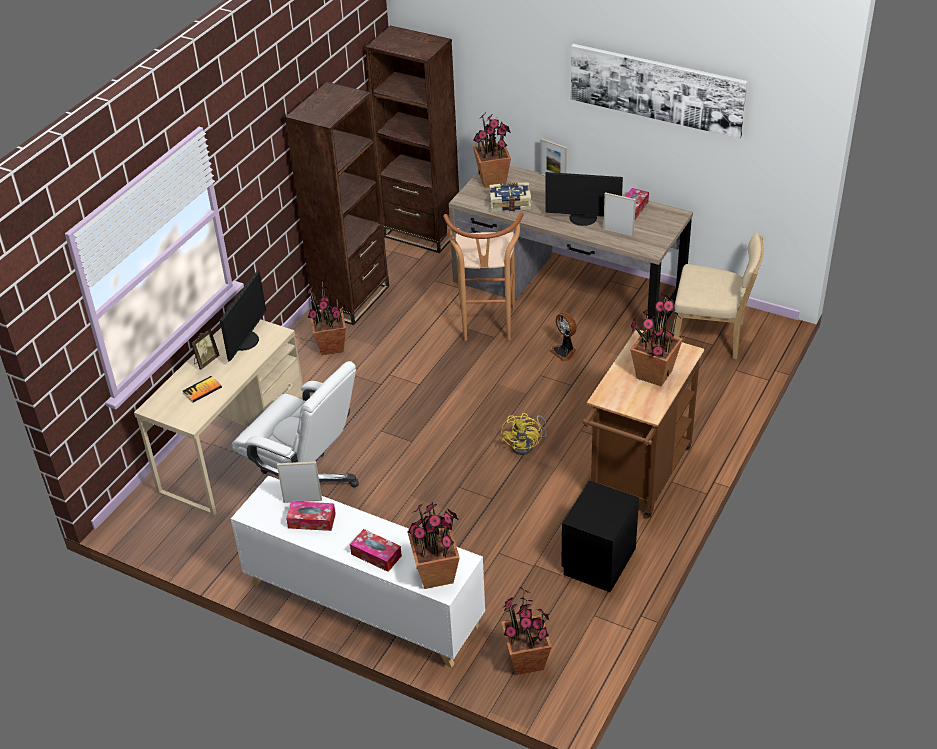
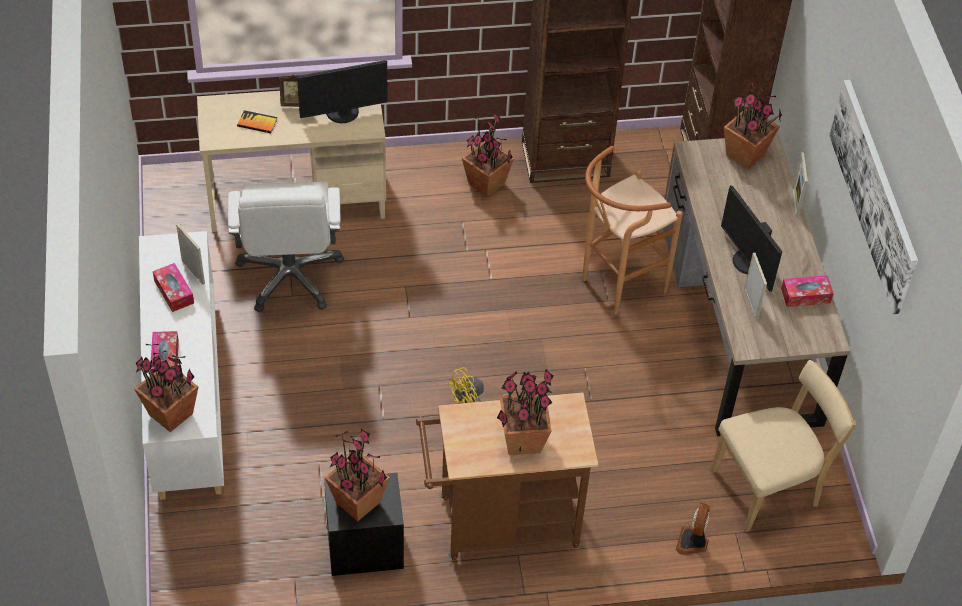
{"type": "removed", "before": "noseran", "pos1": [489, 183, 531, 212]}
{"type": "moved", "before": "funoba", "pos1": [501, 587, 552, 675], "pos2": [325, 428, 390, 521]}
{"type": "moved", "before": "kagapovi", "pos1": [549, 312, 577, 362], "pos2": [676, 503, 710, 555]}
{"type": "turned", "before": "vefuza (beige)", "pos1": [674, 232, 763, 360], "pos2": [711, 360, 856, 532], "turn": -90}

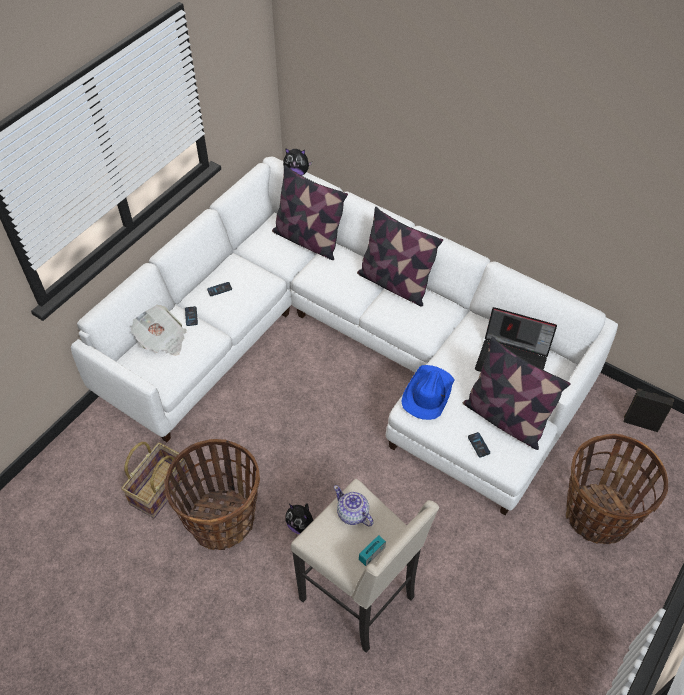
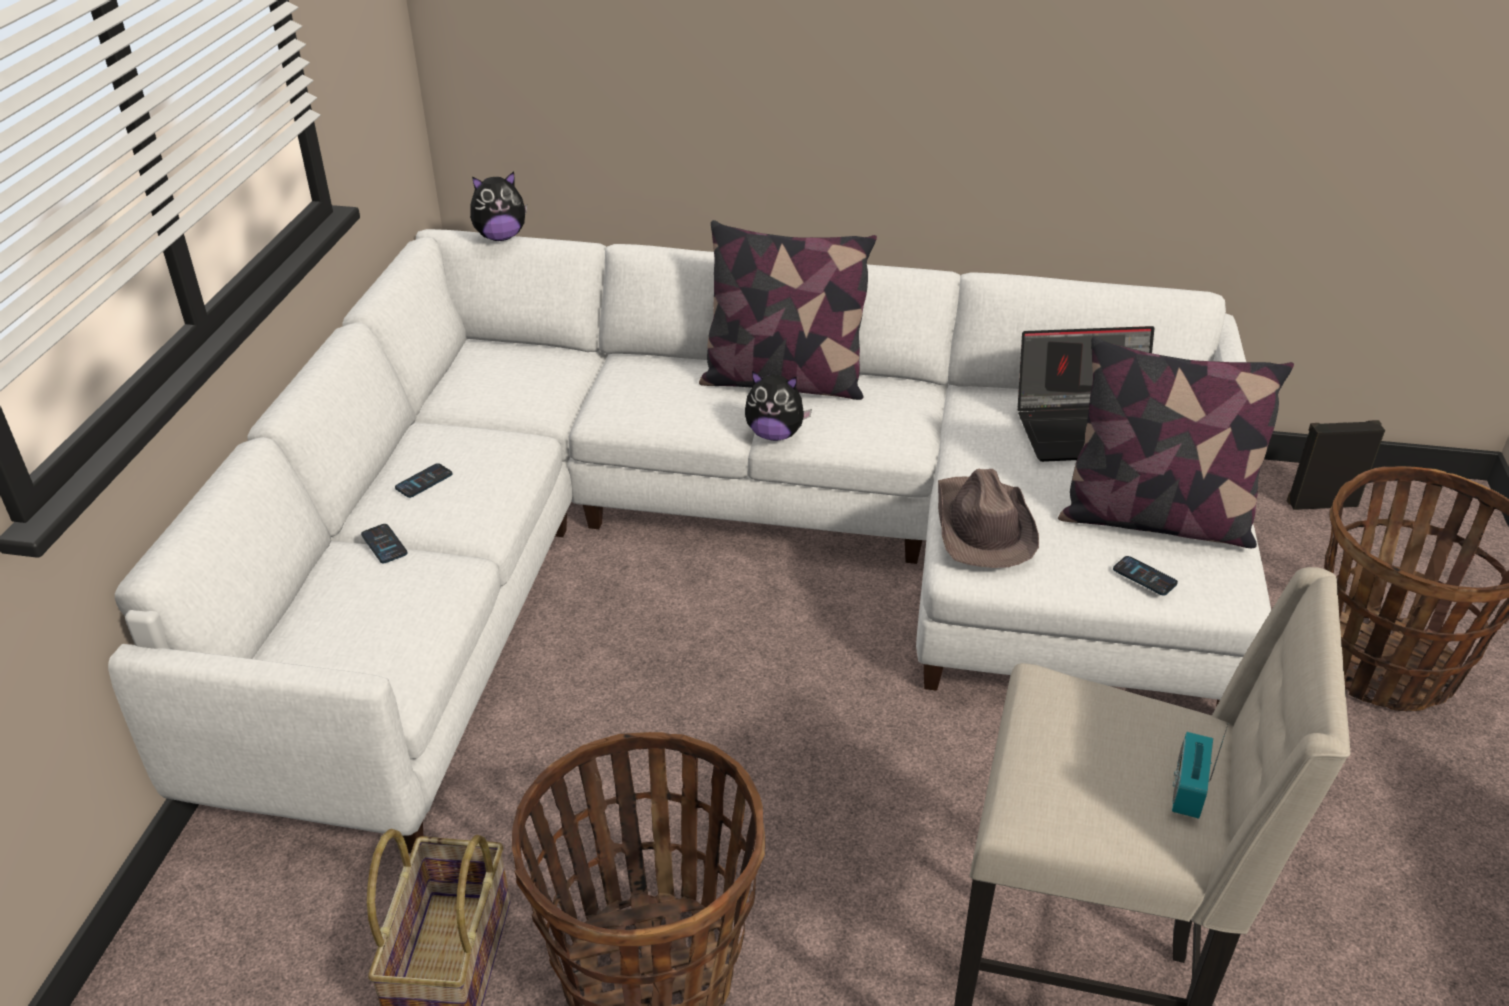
{"type": "removed", "before": "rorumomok", "pos1": [131, 305, 186, 356]}
{"type": "removed", "before": "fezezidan", "pos1": [272, 165, 348, 260]}
{"type": "moved", "before": "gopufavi", "pos1": [285, 504, 313, 534], "pos2": [745, 371, 812, 441]}
{"type": "removed", "before": "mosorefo", "pos1": [334, 485, 373, 527]}
{"type": "recoloured", "before": "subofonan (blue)", "after": "subofonan (brown)", "pos1": [401, 365, 455, 420], "pos2": [938, 468, 1039, 568]}

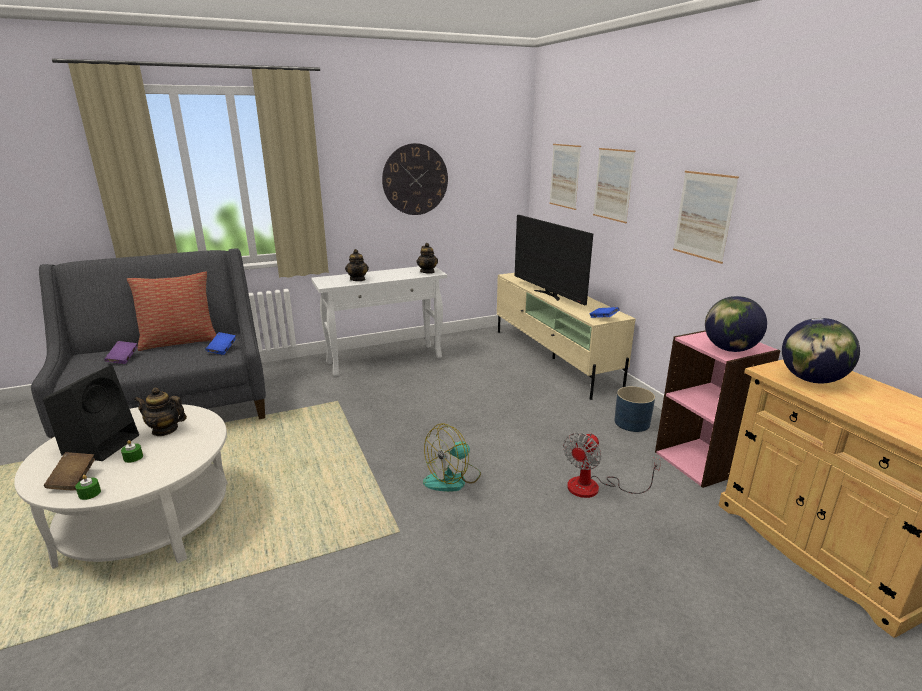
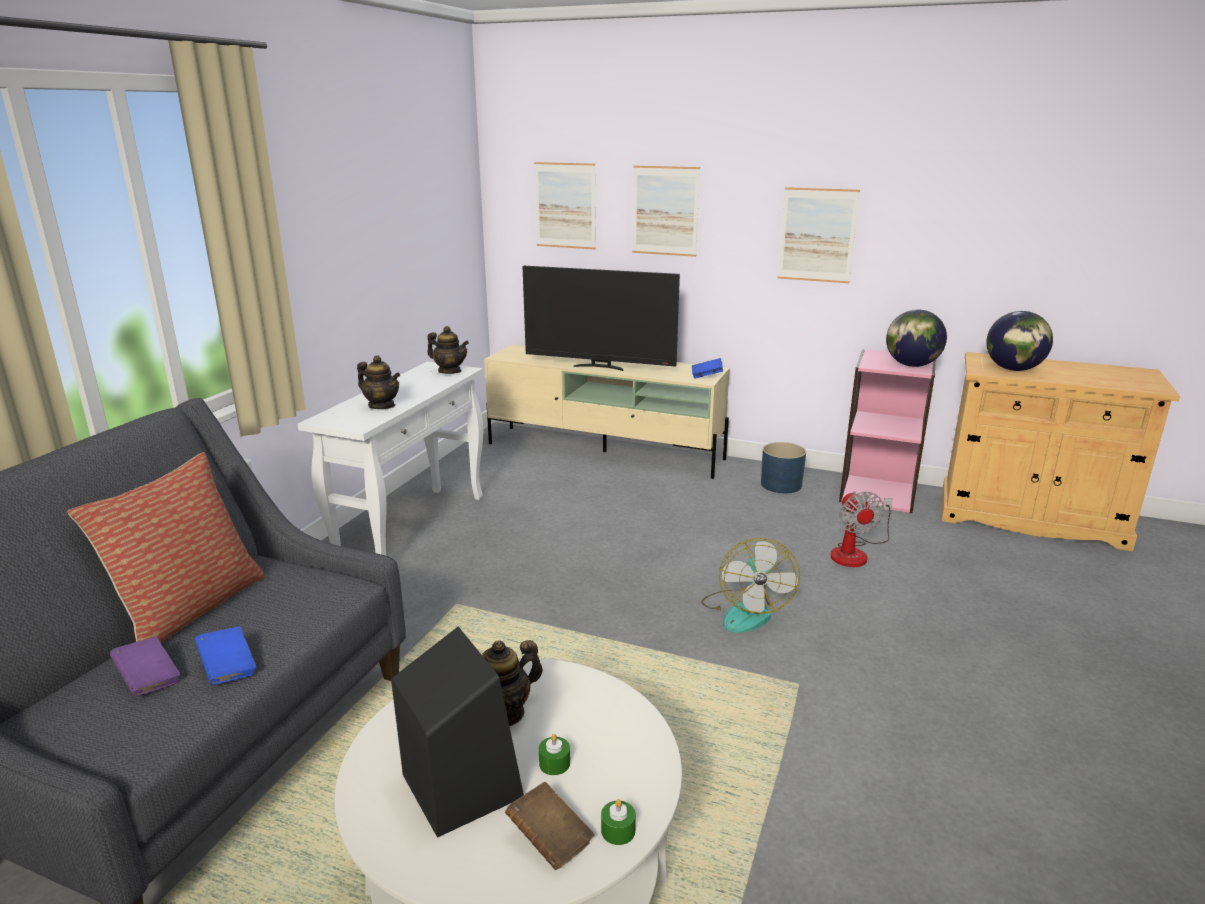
{"type": "moved", "before": "noseran (blue)", "pos1": [206, 332, 236, 355], "pos2": [195, 626, 256, 685]}
{"type": "removed", "before": "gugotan", "pos1": [382, 143, 448, 215]}

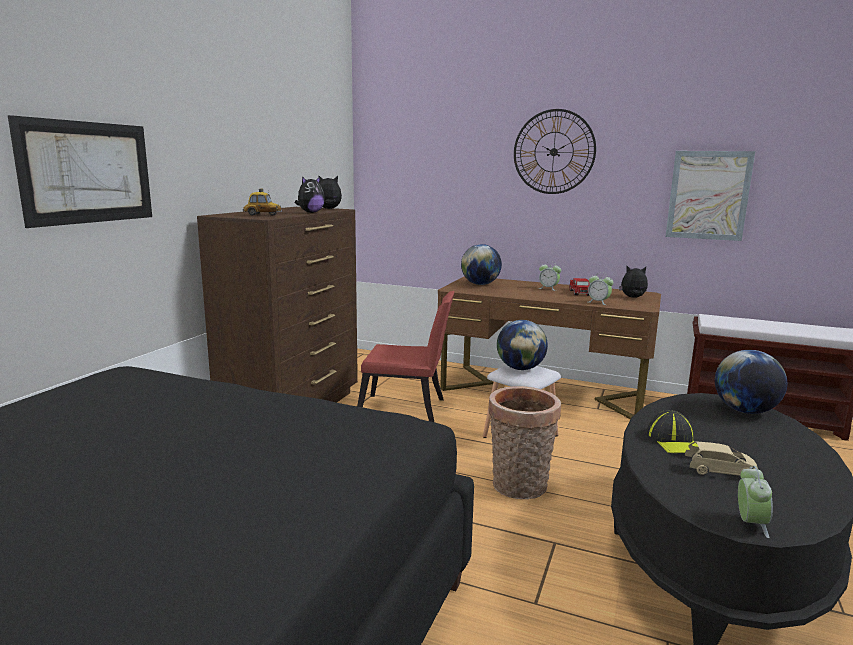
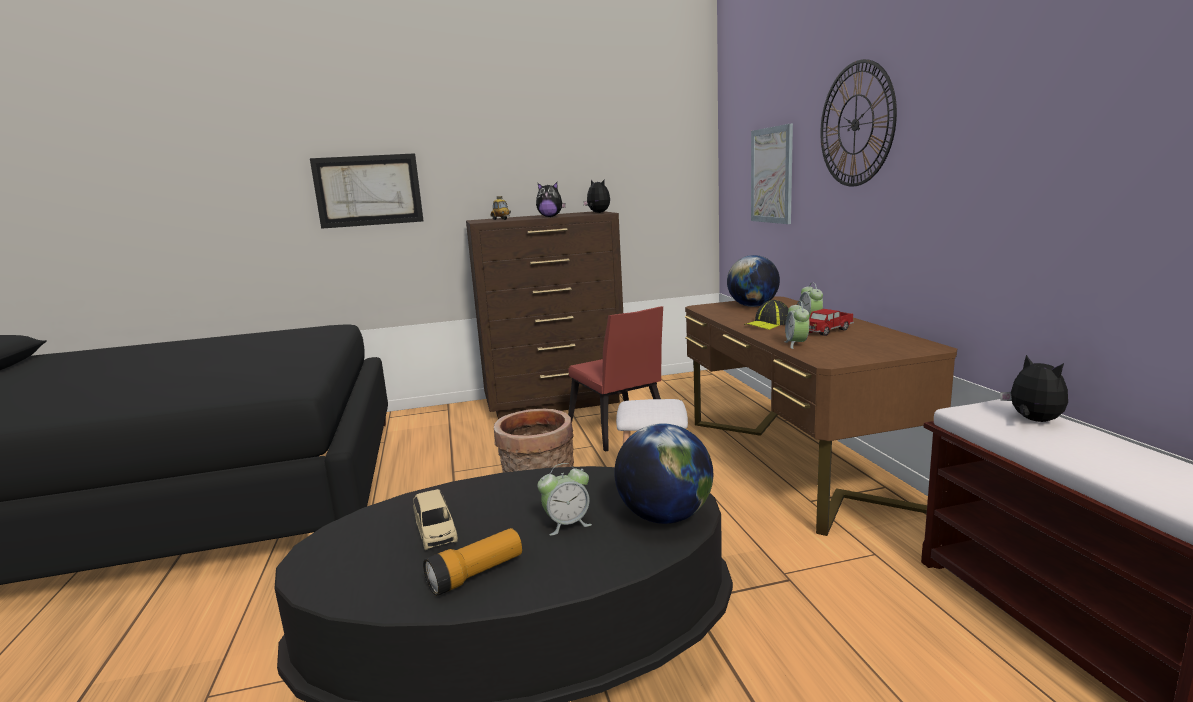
{"type": "removed", "before": "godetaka", "pos1": [497, 320, 548, 370]}
{"type": "moved", "before": "gopufavi", "pos1": [619, 266, 648, 298], "pos2": [1000, 355, 1068, 422]}
{"type": "moved", "before": "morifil", "pos1": [646, 410, 698, 453], "pos2": [744, 300, 788, 330]}
{"type": "moved", "before": "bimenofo", "pos1": [666, 151, 755, 241], "pos2": [751, 124, 793, 224]}
{"type": "moved", "before": "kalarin", "pos1": [738, 466, 773, 538], "pos2": [537, 463, 592, 536]}
{"type": "added", "after": "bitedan", "pos2": [423, 528, 522, 596]}

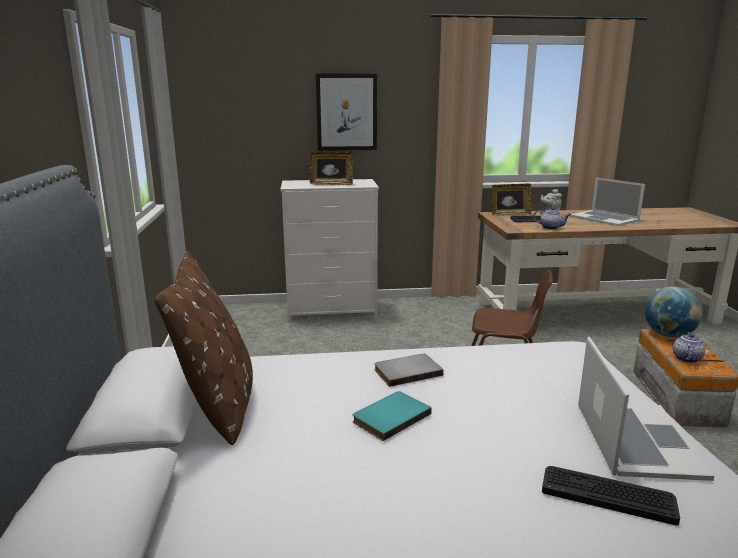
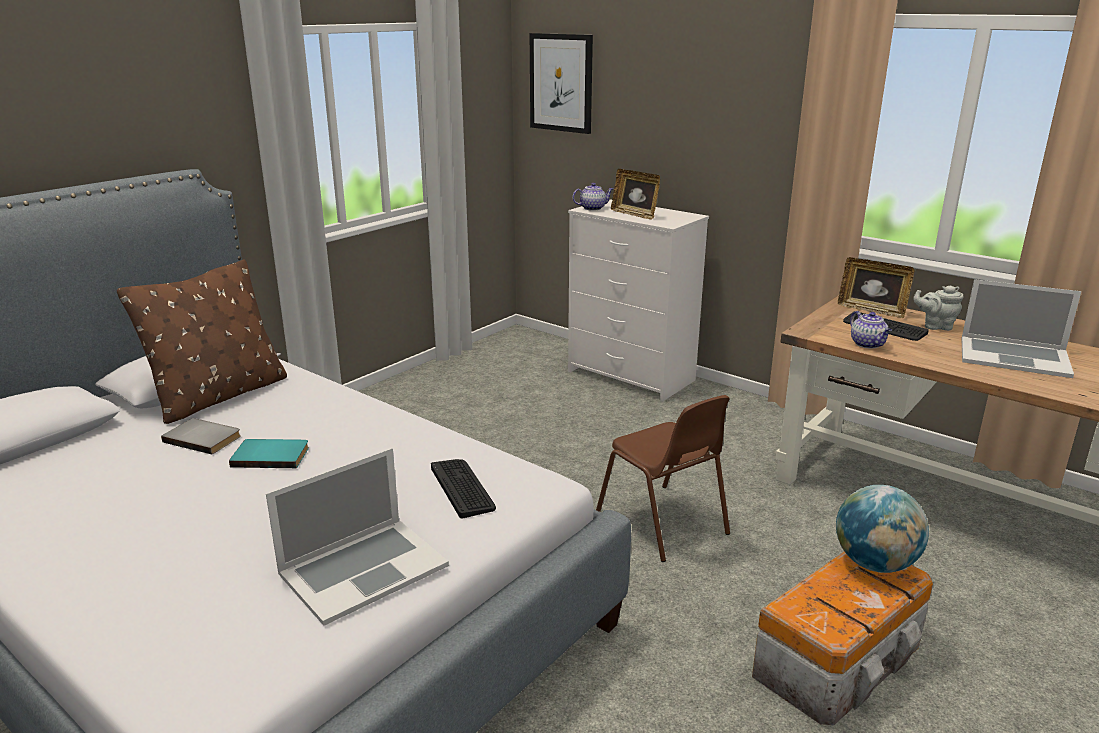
{"type": "moved", "before": "bimenofo", "pos1": [316, 74, 377, 151], "pos2": [530, 33, 593, 134]}
{"type": "moved", "before": "noseran (grey)", "pos1": [374, 354, 444, 387], "pos2": [161, 418, 241, 454]}
{"type": "moved", "before": "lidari", "pos1": [542, 466, 680, 526], "pos2": [431, 459, 496, 519]}
{"type": "turned", "before": "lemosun", "pos1": [570, 177, 645, 226], "pos2": [961, 279, 1081, 378], "turn": -75}
{"type": "moved", "before": "mosorefo", "pos1": [673, 332, 705, 363], "pos2": [572, 183, 613, 211]}

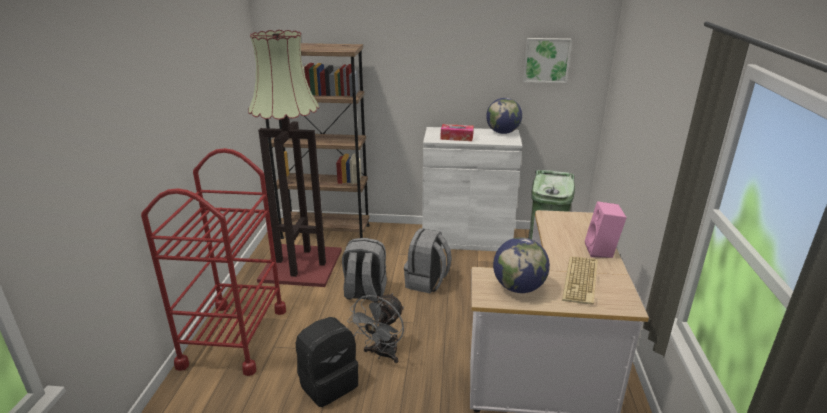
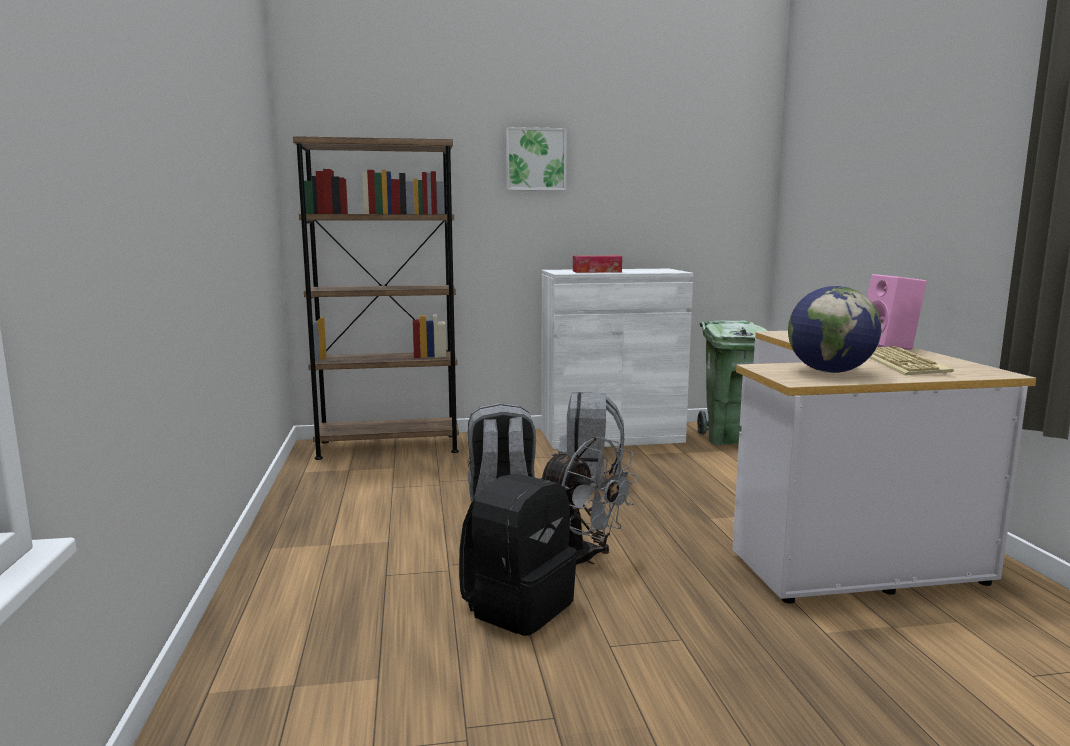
{"type": "removed", "before": "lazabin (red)", "pos1": [141, 148, 286, 376]}
{"type": "removed", "before": "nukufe", "pos1": [248, 30, 342, 287]}
{"type": "turned", "before": "kagapovi (grey)", "pos1": [347, 293, 404, 363], "pos2": [539, 437, 639, 565], "turn": -60}
{"type": "removed", "before": "godetaka", "pos1": [486, 98, 522, 134]}
{"type": "moved", "before": "bimenofo", "pos1": [523, 38, 572, 83], "pos2": [506, 127, 567, 191]}

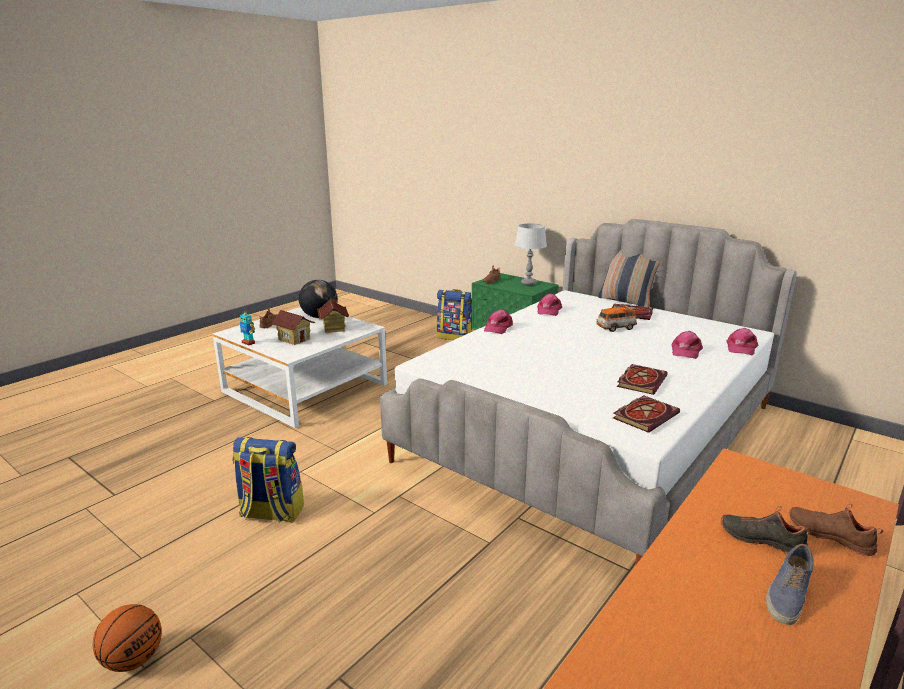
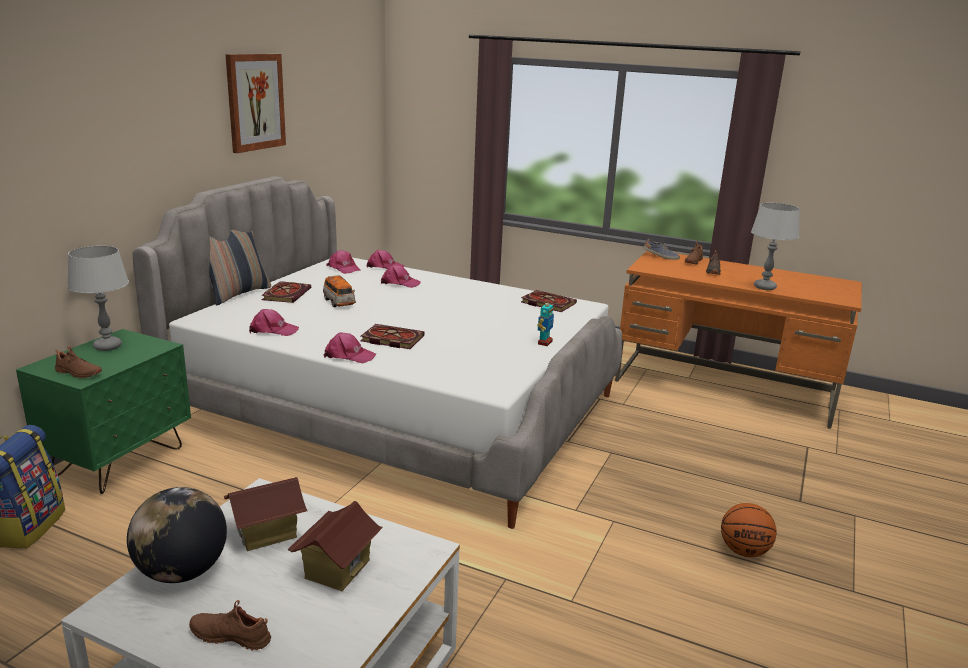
{"type": "moved", "before": "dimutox", "pos1": [93, 604, 162, 672], "pos2": [721, 503, 777, 557]}
{"type": "removed", "before": "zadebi", "pos1": [232, 437, 304, 523]}
{"type": "moved", "before": "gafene", "pos1": [240, 313, 255, 346], "pos2": [537, 302, 554, 346]}
{"type": "moved", "before": "noseran", "pos1": [617, 364, 668, 395], "pos2": [360, 324, 424, 349]}
{"type": "moved", "before": "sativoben", "pos1": [766, 544, 813, 625], "pos2": [644, 239, 680, 260]}
{"type": "added", "after": "bimenofo", "pos2": [225, 54, 286, 153]}
{"type": "added", "after": "morifil (pink)", "pos2": [327, 250, 360, 274]}
{"type": "added", "after": "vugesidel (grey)", "pos2": [751, 203, 800, 290]}

